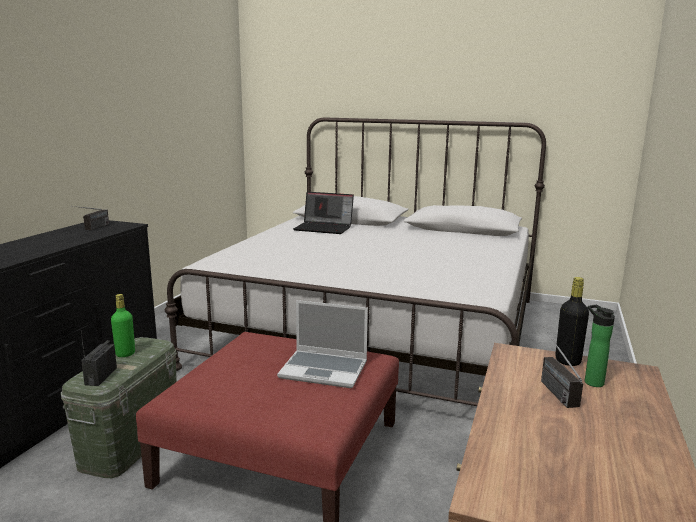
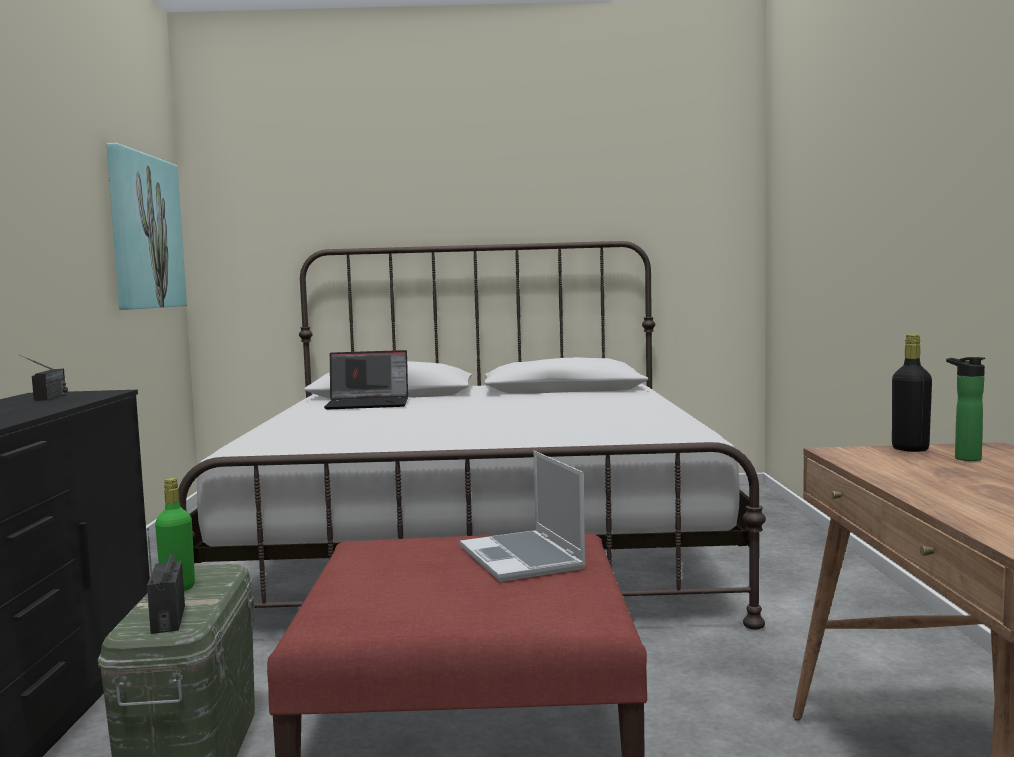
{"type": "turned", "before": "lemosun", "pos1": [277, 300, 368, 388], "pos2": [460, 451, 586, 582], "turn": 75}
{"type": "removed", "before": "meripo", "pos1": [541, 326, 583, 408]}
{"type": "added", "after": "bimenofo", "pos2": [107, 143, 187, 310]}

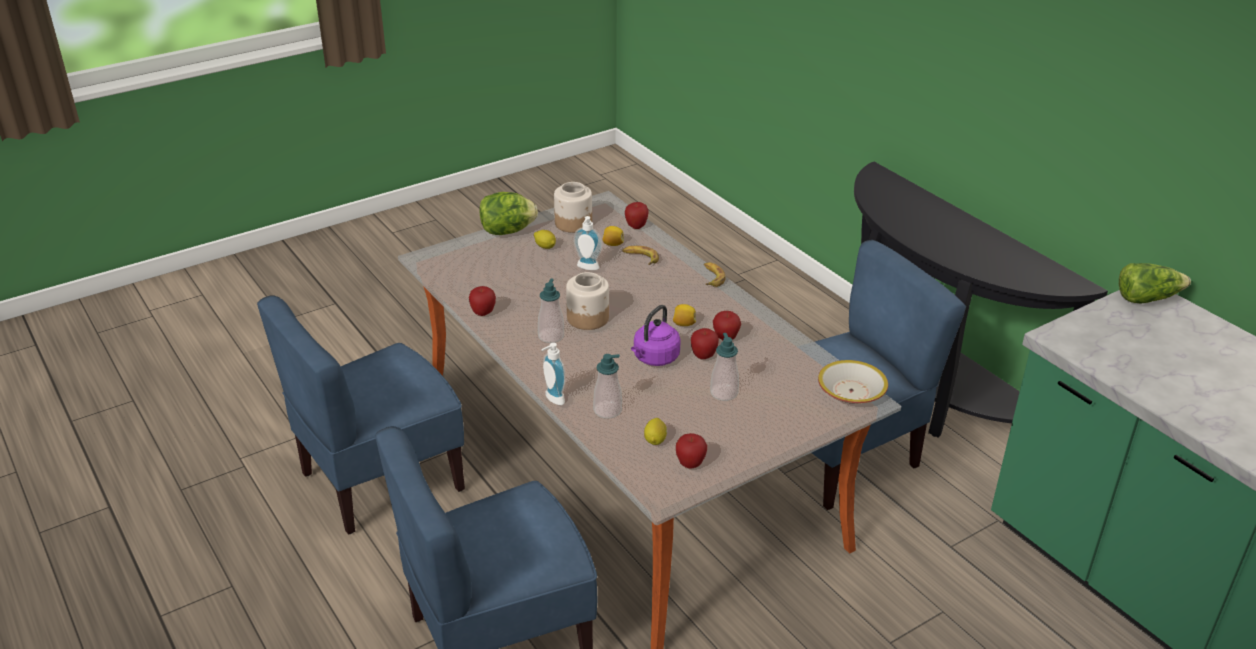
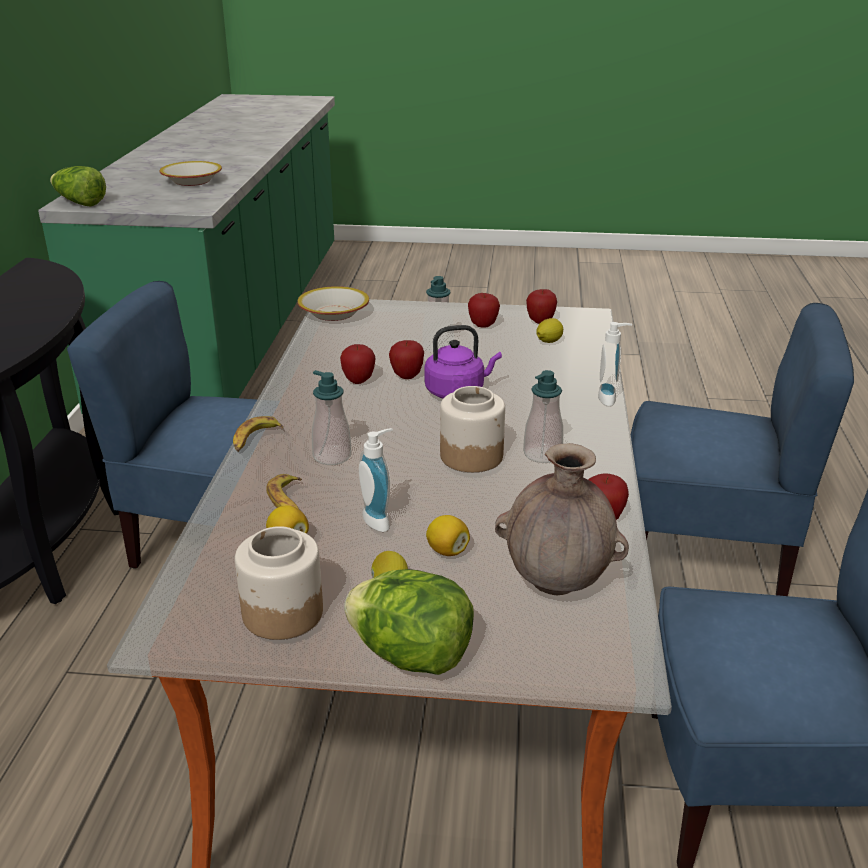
{"type": "moved", "before": "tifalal", "pos1": [593, 354, 622, 419], "pos2": [312, 370, 351, 465]}
{"type": "moved", "before": "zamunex", "pos1": [625, 202, 649, 229], "pos2": [468, 293, 500, 328]}
{"type": "moved", "before": "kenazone", "pos1": [673, 304, 696, 326], "pos2": [426, 515, 470, 556]}
{"type": "added", "after": "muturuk", "pos2": [160, 161, 222, 186]}
{"type": "added", "after": "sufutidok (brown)", "pos2": [495, 443, 629, 595]}

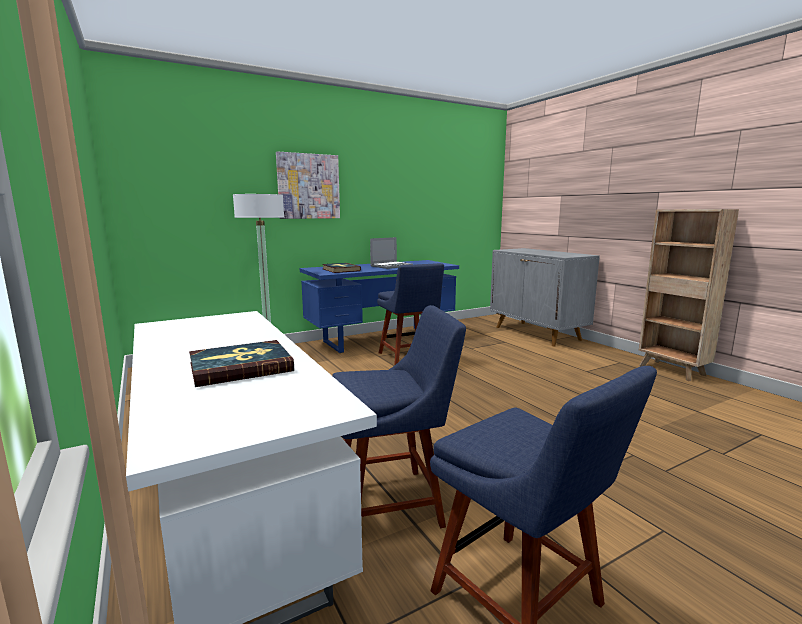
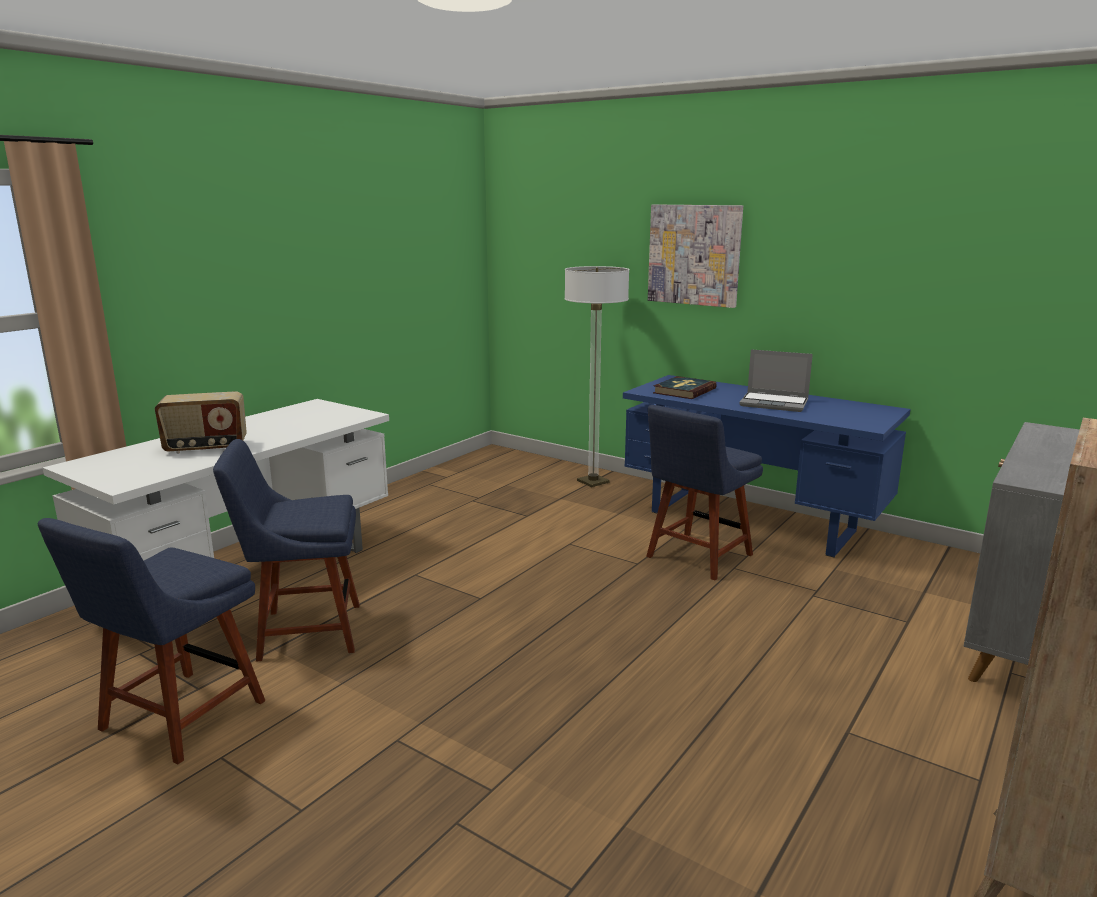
{"type": "replaced", "before": "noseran", "after": "meripo", "pos1": [189, 340, 294, 387], "pos2": [155, 391, 247, 454]}
{"type": "turned", "before": "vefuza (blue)", "pos1": [332, 305, 466, 528], "pos2": [213, 439, 360, 662], "turn": 120}

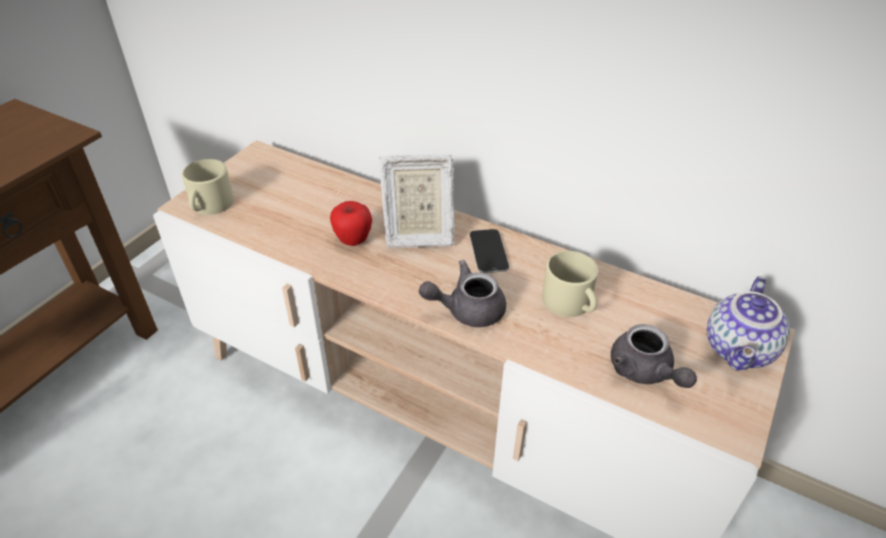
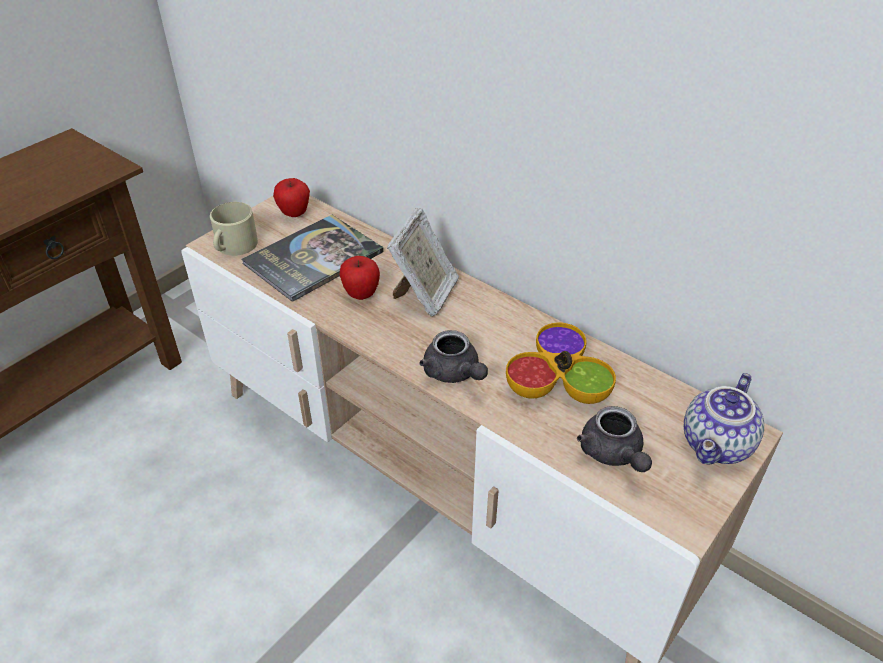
{"type": "turned", "before": "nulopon", "pos1": [379, 155, 455, 248], "pos2": [387, 208, 459, 317], "turn": -75}
{"type": "turned", "before": "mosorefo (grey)", "pos1": [419, 260, 506, 327], "pos2": [419, 330, 488, 383], "turn": -120}
{"type": "removed", "before": "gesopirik", "pos1": [470, 229, 509, 273]}
{"type": "replaced", "before": "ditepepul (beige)", "after": "muturuk", "pos1": [542, 251, 598, 317], "pos2": [506, 323, 616, 404]}
{"type": "added", "after": "noseran", "pos2": [241, 215, 384, 302]}
{"type": "added", "after": "zamunex", "pos2": [273, 178, 310, 217]}

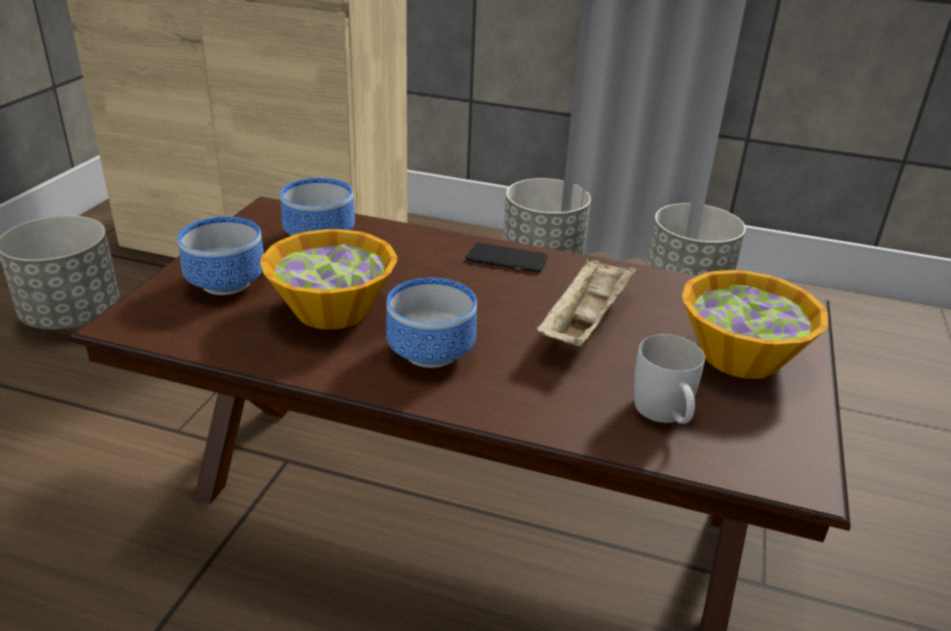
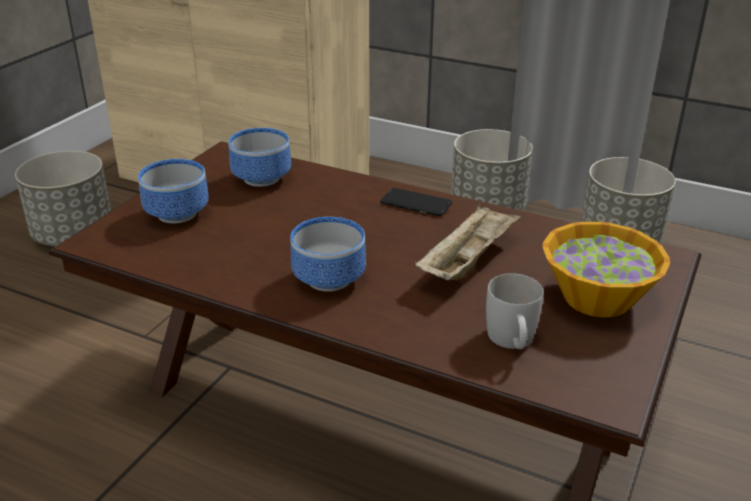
{"type": "removed", "before": "muturuk", "pos1": [260, 229, 397, 330]}

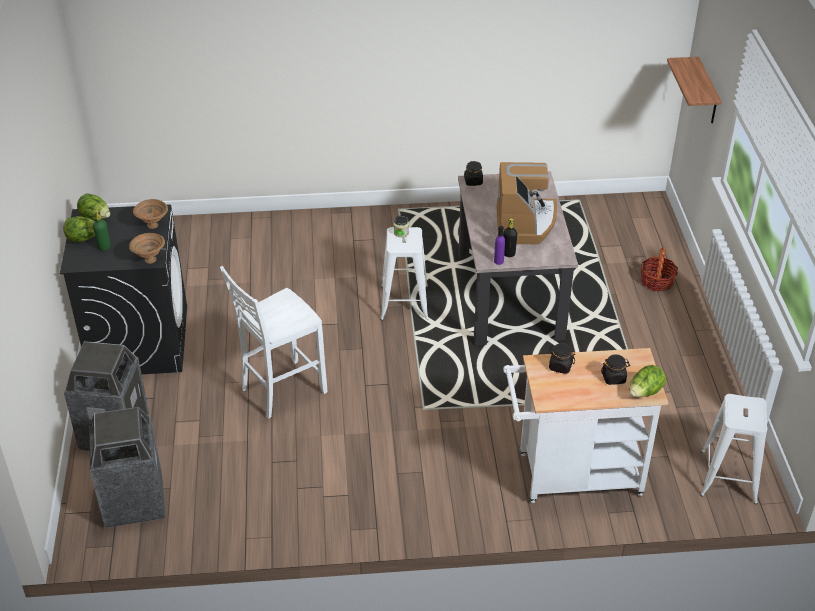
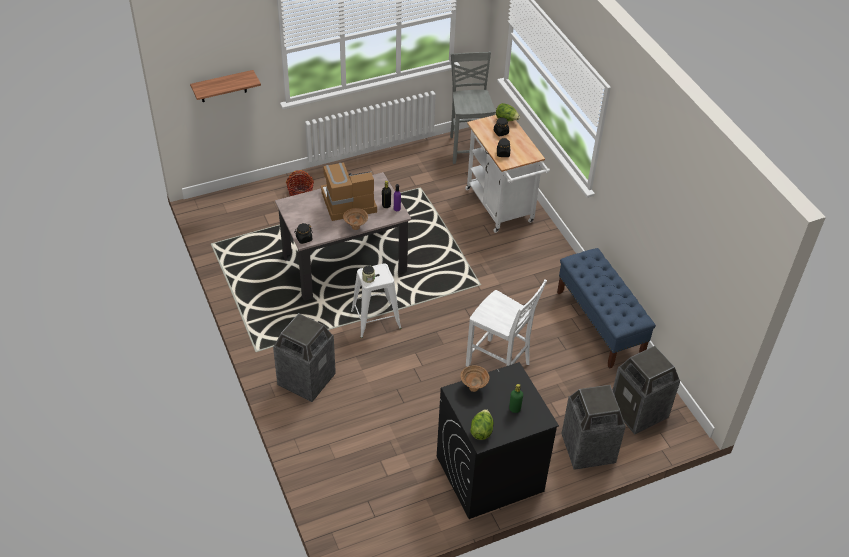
{"type": "removed", "before": "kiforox", "pos1": [64, 216, 95, 242]}
{"type": "moved", "before": "muturuk (brown)", "pos1": [129, 233, 165, 264], "pos2": [343, 208, 368, 230]}
{"type": "replaced", "before": "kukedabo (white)", "after": "vefuza (grey)", "pos1": [700, 394, 767, 504], "pos2": [450, 51, 496, 164]}
{"type": "added", "after": "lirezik", "pos2": [273, 313, 336, 402]}
{"type": "added", "after": "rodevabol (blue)", "pos2": [557, 248, 656, 369]}

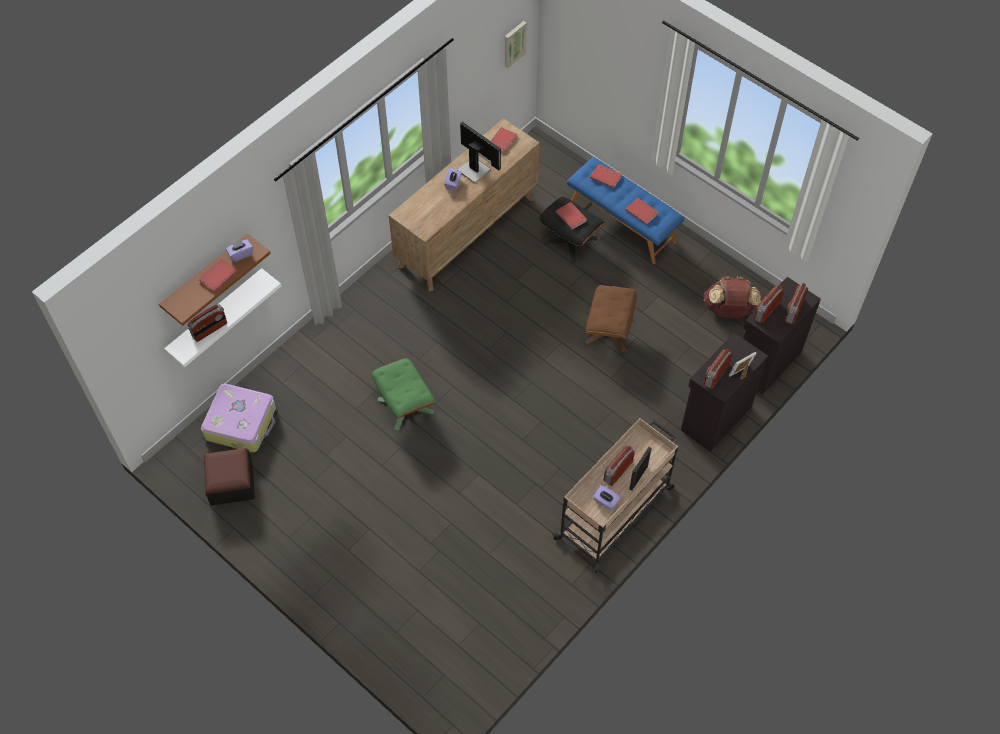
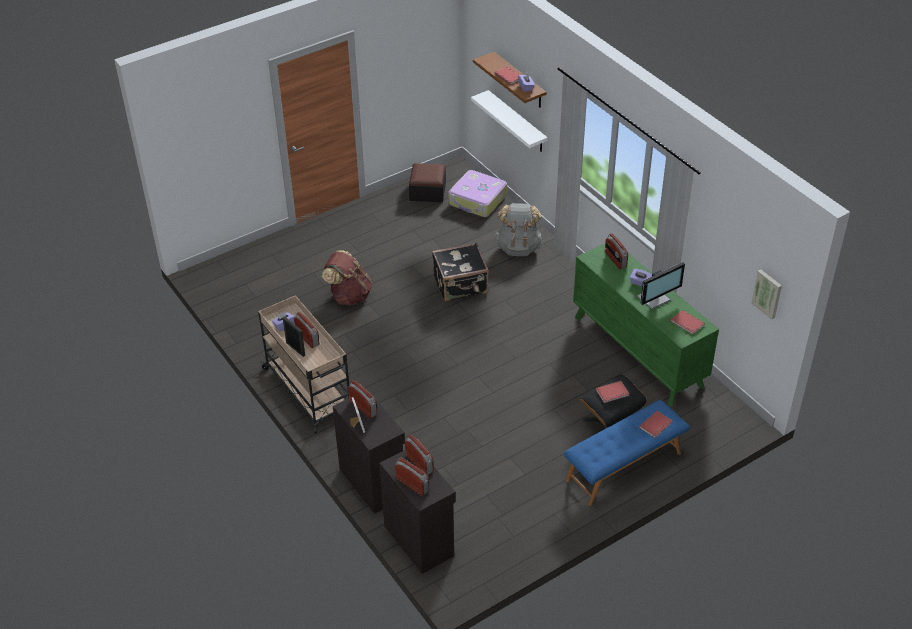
{"type": "moved", "before": "meripo", "pos1": [188, 304, 227, 342], "pos2": [605, 233, 628, 269]}
{"type": "replaced", "before": "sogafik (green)", "after": "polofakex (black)", "pos1": [372, 358, 436, 431], "pos2": [432, 243, 489, 302]}
{"type": "recoloured", "before": "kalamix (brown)", "after": "kalamix (green)", "pos1": [389, 118, 540, 291], "pos2": [573, 244, 719, 406]}
{"type": "removed", "before": "sogafik (brown)", "pos1": [585, 286, 637, 352]}
{"type": "removed", "before": "noseran (red)", "pos1": [625, 198, 658, 225]}
{"type": "moved", "before": "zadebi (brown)", "pos1": [703, 276, 761, 318], "pos2": [322, 250, 372, 306]}
{"type": "added", "after": "zadebi (grey)", "pos2": [495, 203, 543, 256]}

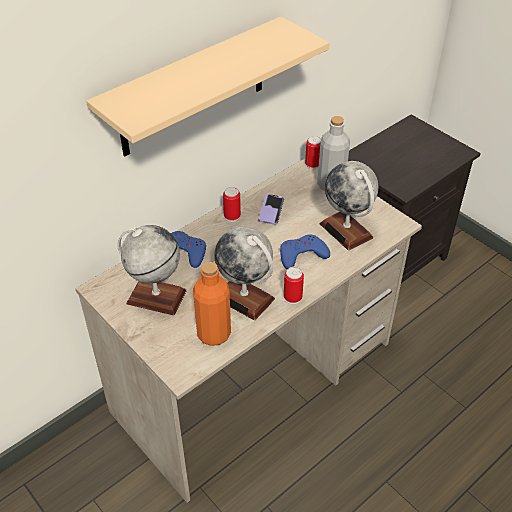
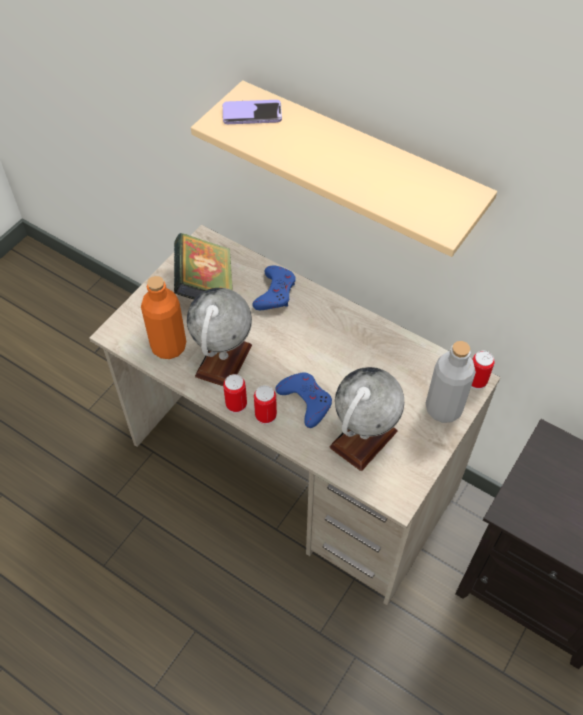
{"type": "replaced", "before": "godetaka", "after": "noseran", "pos1": [117, 225, 187, 315], "pos2": [174, 233, 233, 300]}
{"type": "moved", "before": "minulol", "pos1": [223, 187, 241, 222], "pos2": [254, 385, 277, 424]}
{"type": "moved", "before": "gesopirik", "pos1": [258, 194, 284, 225], "pos2": [223, 100, 282, 124]}

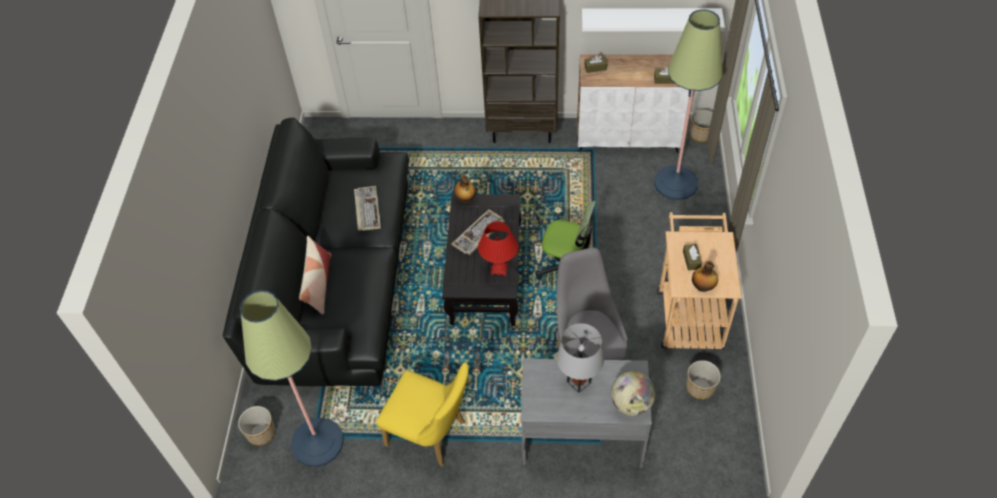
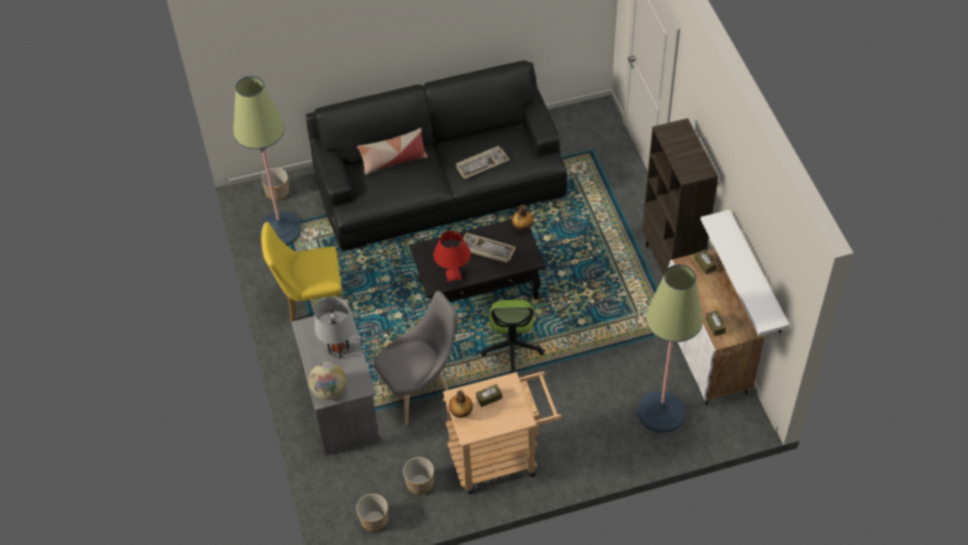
{"type": "turned", "before": "vefuza (yellow)", "pos1": [376, 363, 469, 466], "pos2": [261, 222, 342, 322], "turn": 75}
{"type": "moved", "before": "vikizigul", "pos1": [690, 110, 713, 142], "pos2": [356, 494, 388, 532]}

